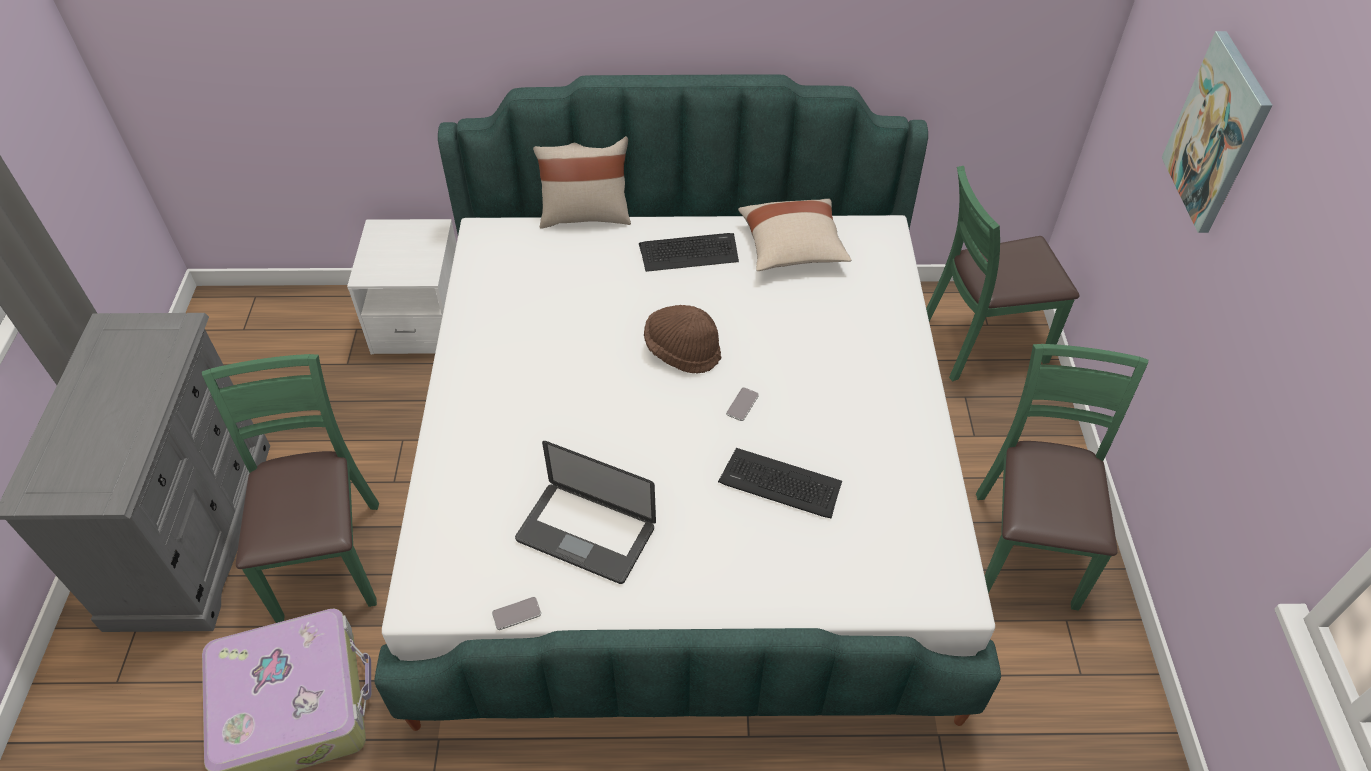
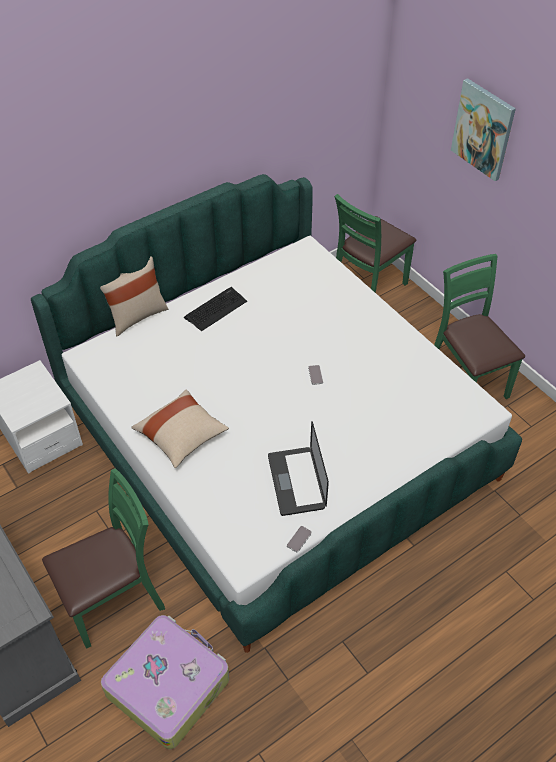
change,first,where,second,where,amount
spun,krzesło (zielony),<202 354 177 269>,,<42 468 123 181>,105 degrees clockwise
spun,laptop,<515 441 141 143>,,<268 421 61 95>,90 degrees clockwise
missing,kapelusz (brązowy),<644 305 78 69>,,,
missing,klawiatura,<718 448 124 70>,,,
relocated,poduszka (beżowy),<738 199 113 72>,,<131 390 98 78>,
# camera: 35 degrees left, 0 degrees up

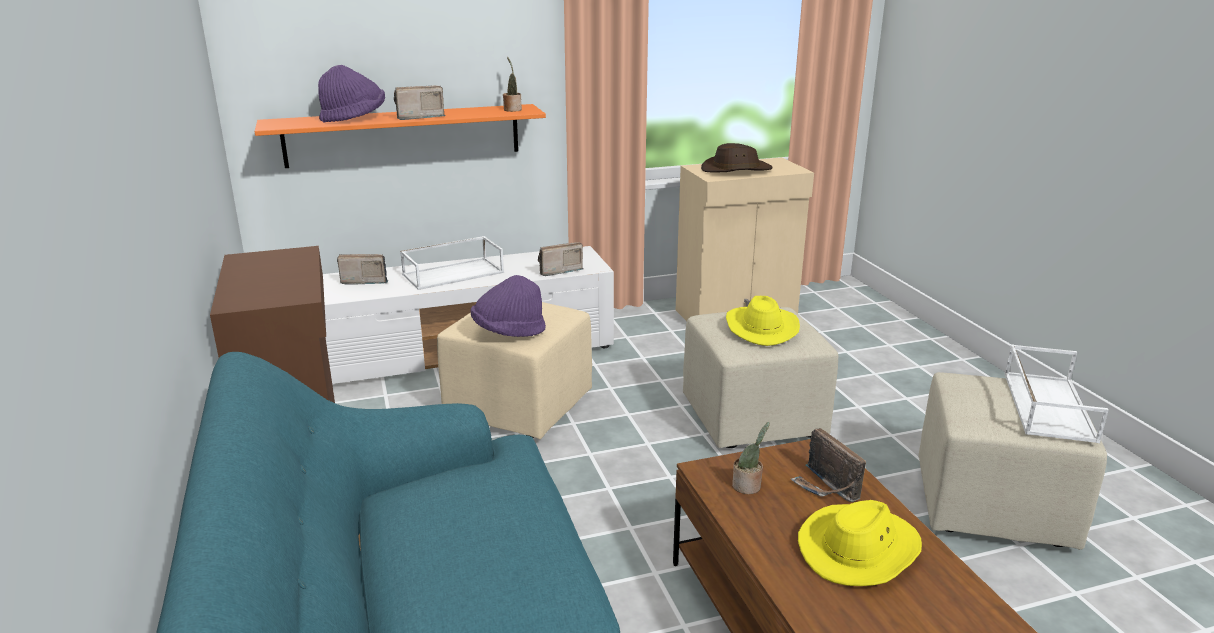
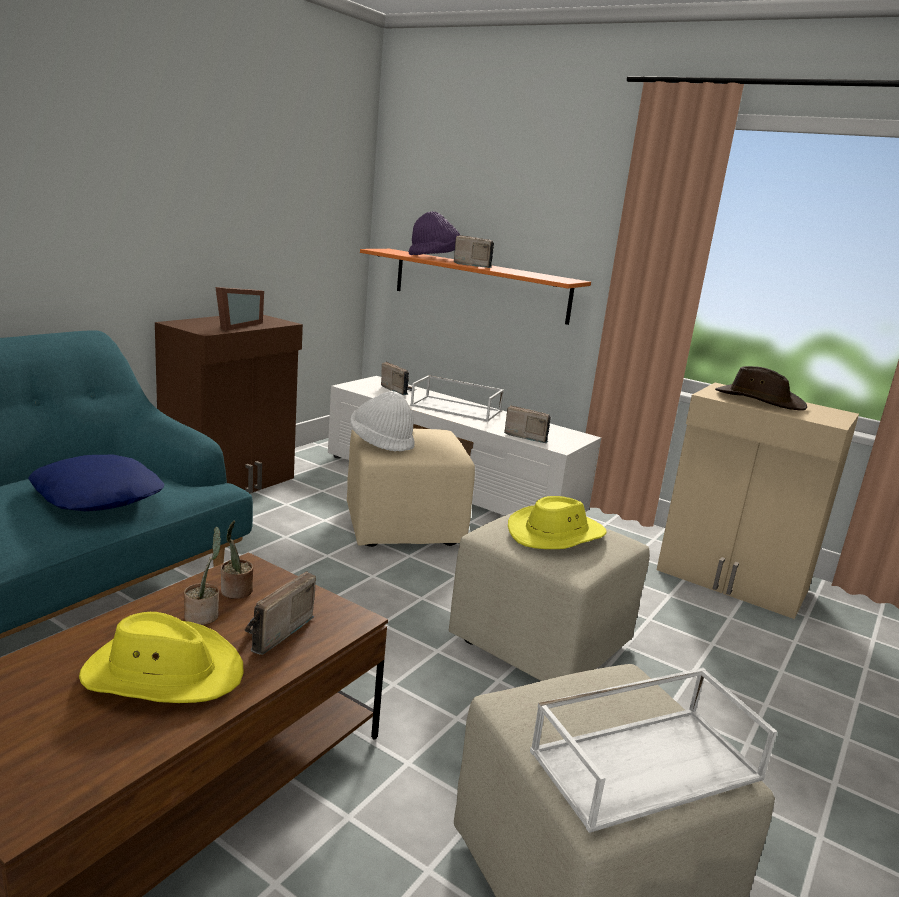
change,first,where,second,where,amount
colour,kapelusz (fioletowy),<471 275 75 62>,kapelusz (biały),<350 391 65 61>,
relocated,roślina doniczkowa,<503 57 19 55>,,<184 527 37 98>,
appeared,,,poduszka (niebieski),<28 455 136 56>,
appeared,,,ramka na zdjęcie,<215 287 49 44>,
# camera: 50 degrees right, 5 degrees down

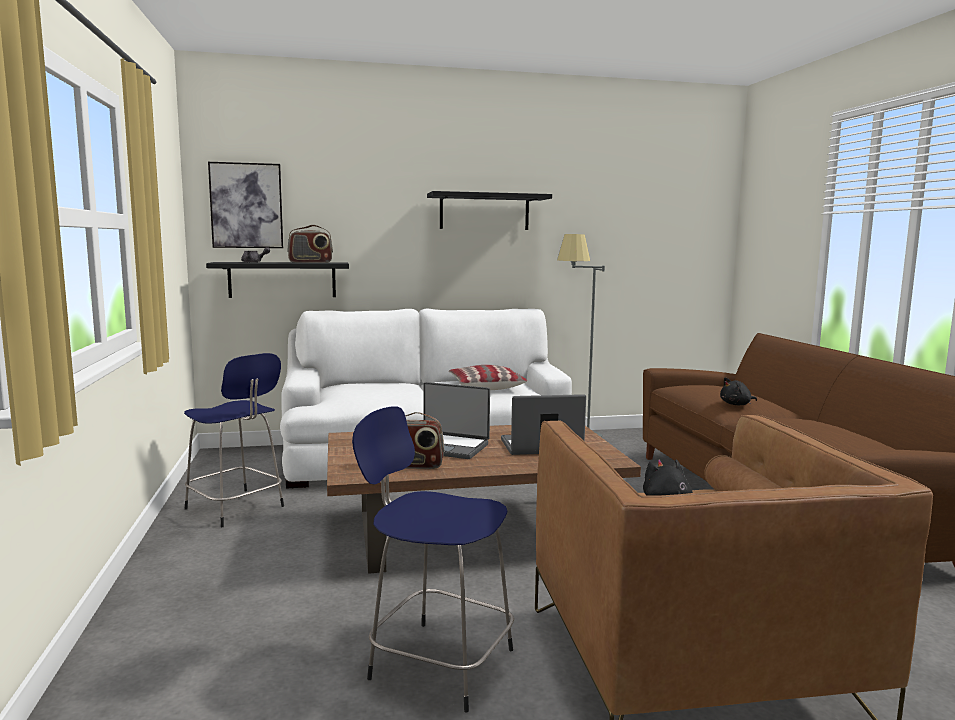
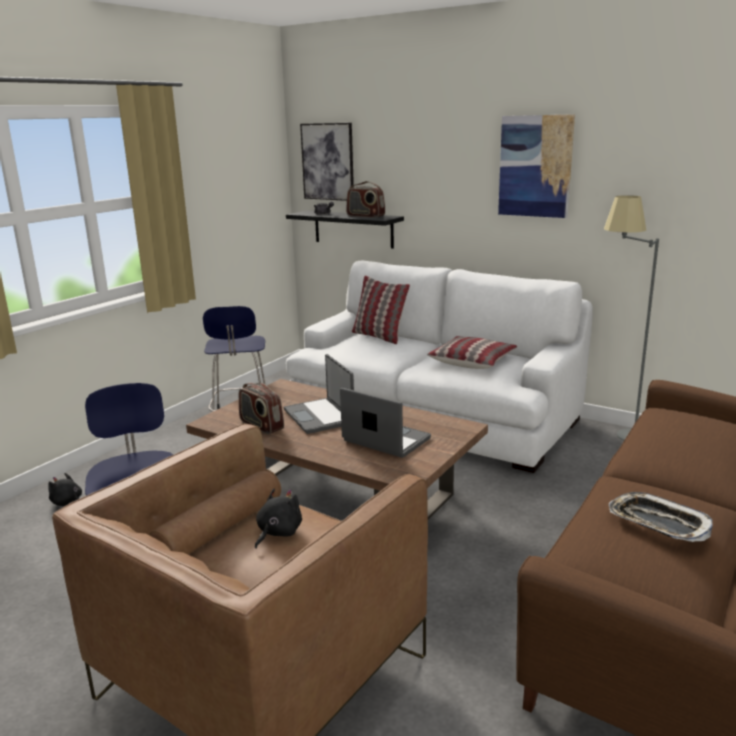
change,first,where,second,where,amount
exchanged,półka (czarny),<427 191 125 39>,obraz,<498 114 77 104>,
relocated,pluszak (czarny),<720 378 37 27>,,<48 473 34 33>,
appeared,,,poduszka,<352 276 58 68>,
appeared,,,taca,<609 492 104 50>,
# camera: 45 degrees right, 10 degrees up

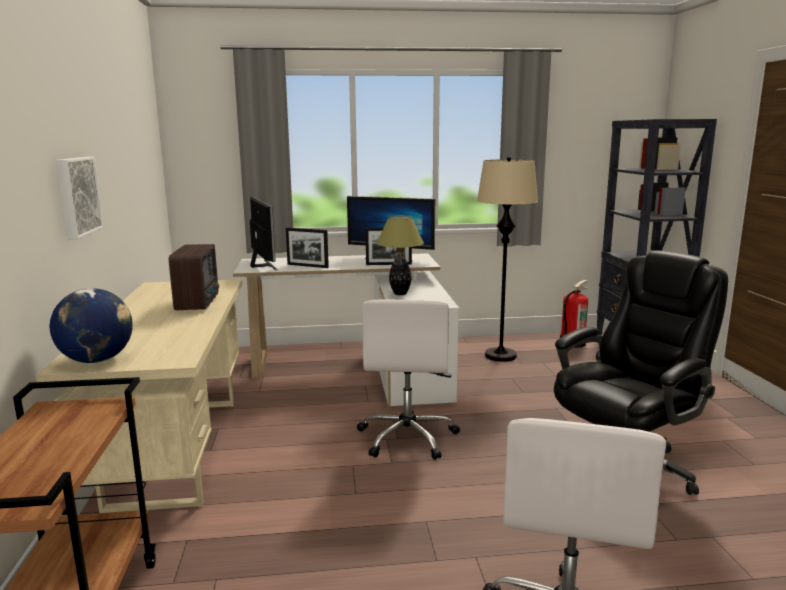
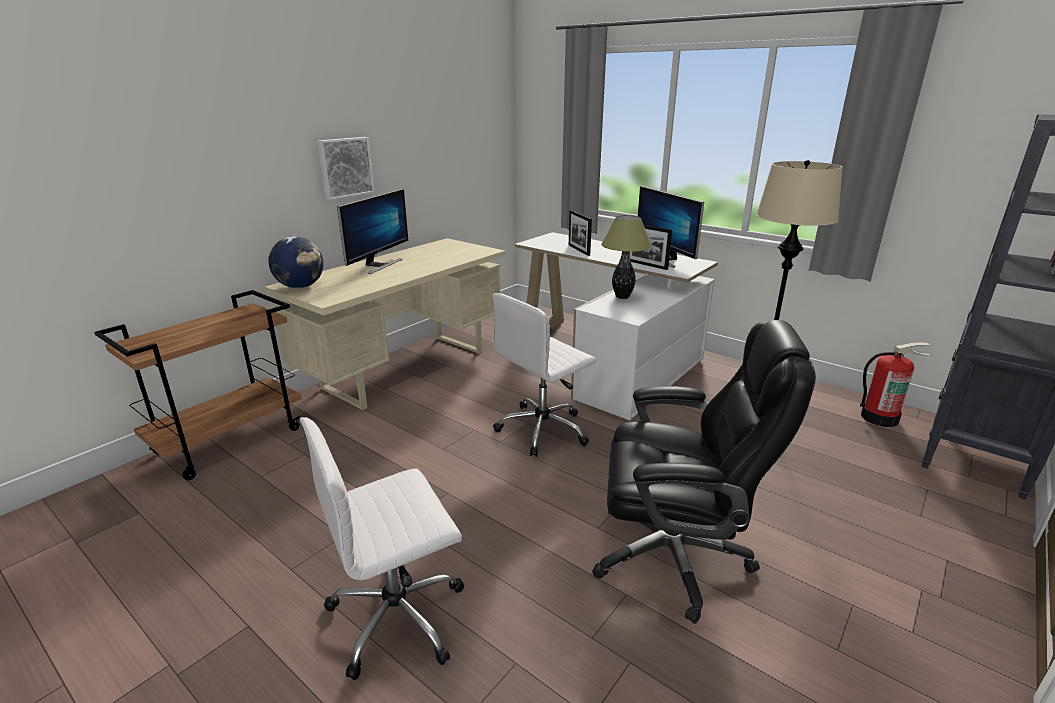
change,first,where,second,where,amount
missing,radio,<169 244 50 66>,,,
relocated,monitor,<250 197 28 73>,,<337 189 71 85>,
# camera: 45 degrees right, 10 degrees up

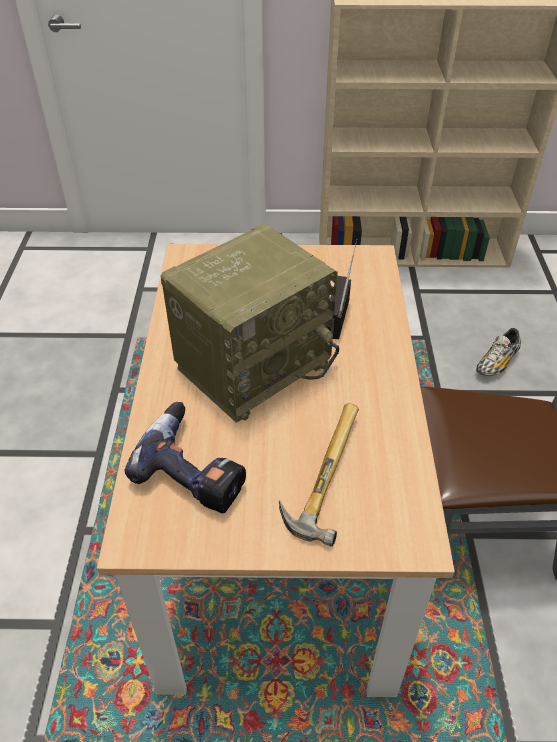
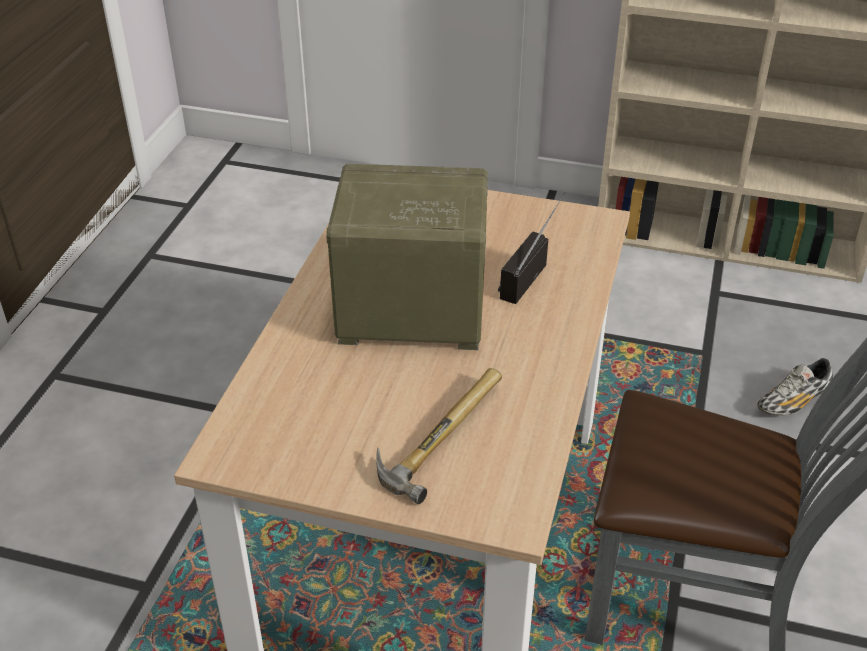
change,first,where,second,where,amount
missing,wiertarka,<125 402 121 111>,,,
spun,radio,<161 224 178 199>,,<326 164 162 186>,150 degrees counterclockwise
# camera: 15 degrees right, 5 degrees down

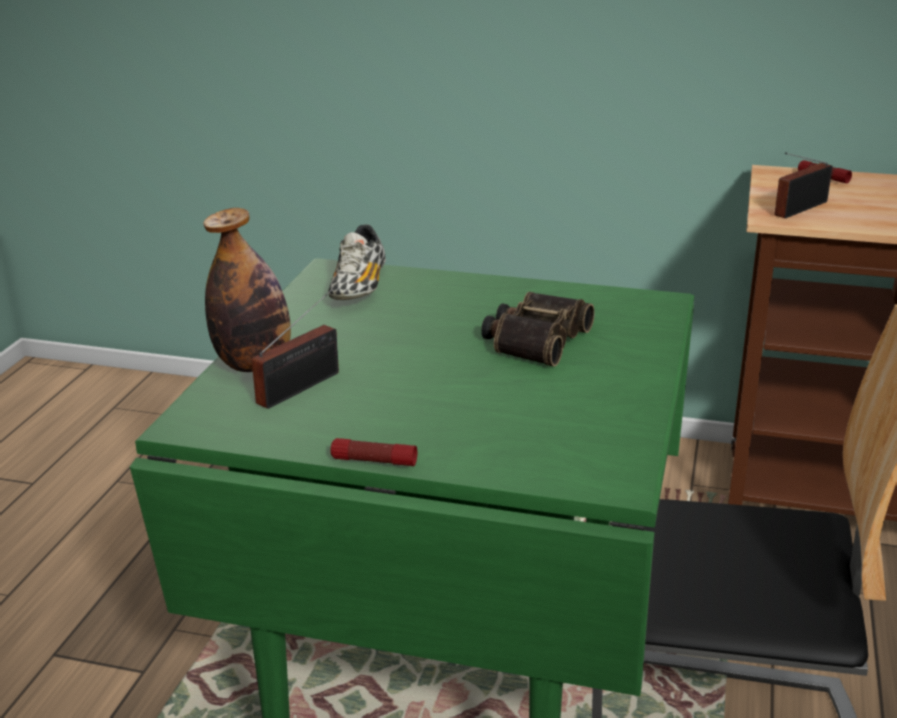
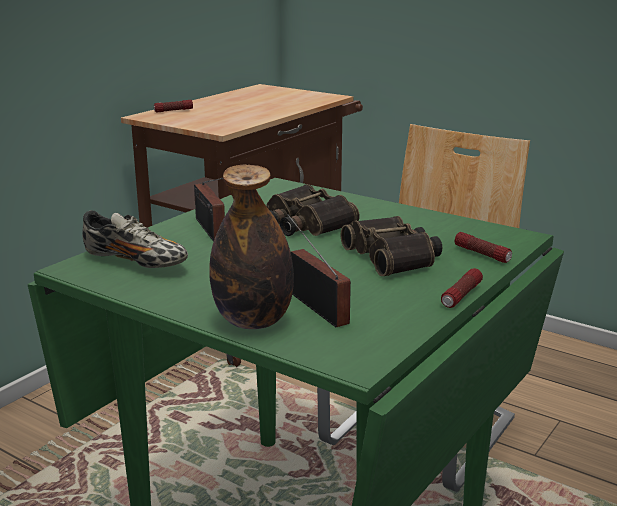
change,first,where,second,where,amount
relocated,radio,<774 152 59 66>,,<194 178 31 64>,
appeared,,,lornetka,<340 216 102 60>,
appeared,,,latarka,<455 232 57 31>,
# camera: 70 degrees left, 5 degrees down

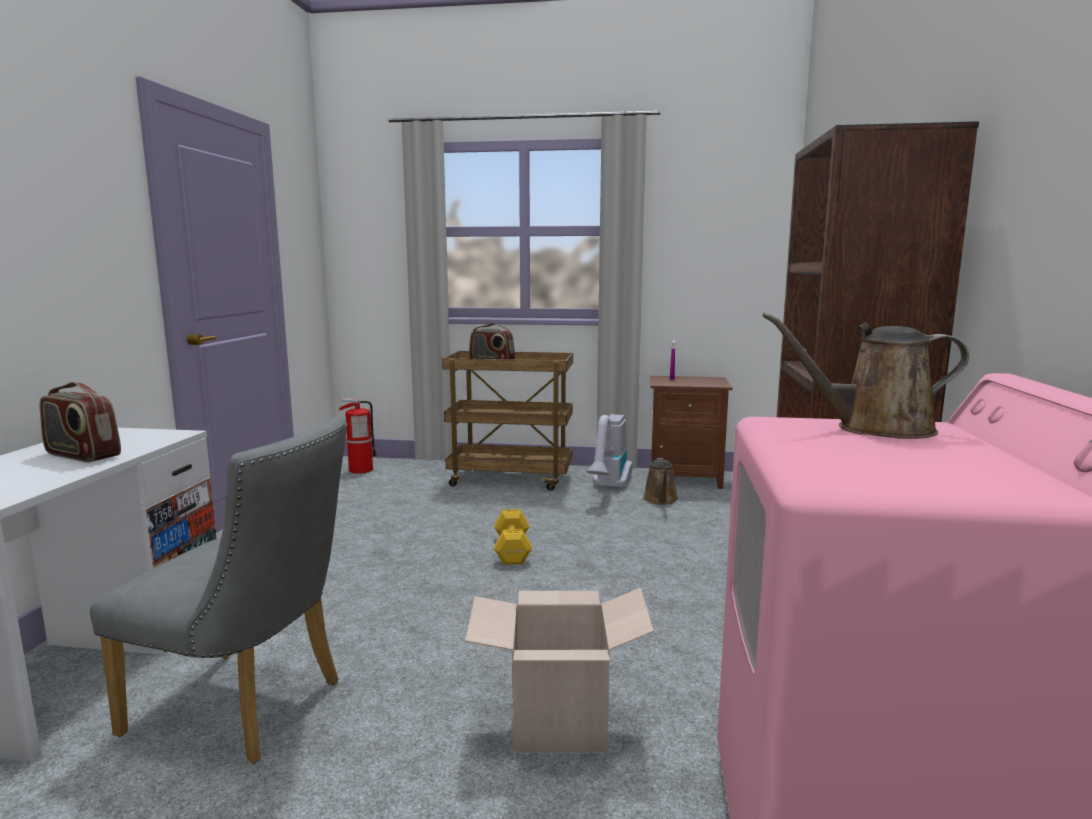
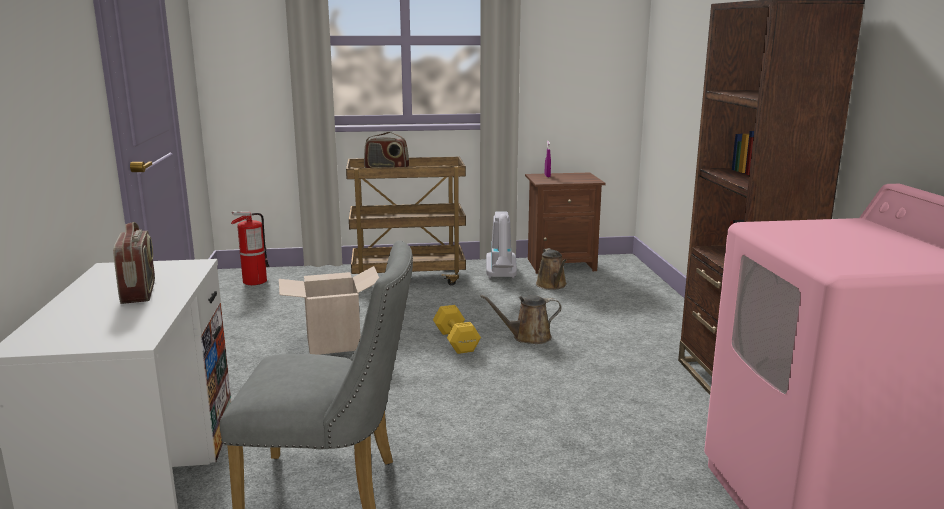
change,first,where,second,where,amount
spun,radio,<40 382 81 80>,,<113 222 42 82>,120 degrees counterclockwise
relocated,karton,<465 588 189 165>,,<279 266 100 89>,
relocated,konewka (brązowy),<763 313 206 126>,,<480 295 82 49>,
# camera: 15 degrees left, 5 degrees up

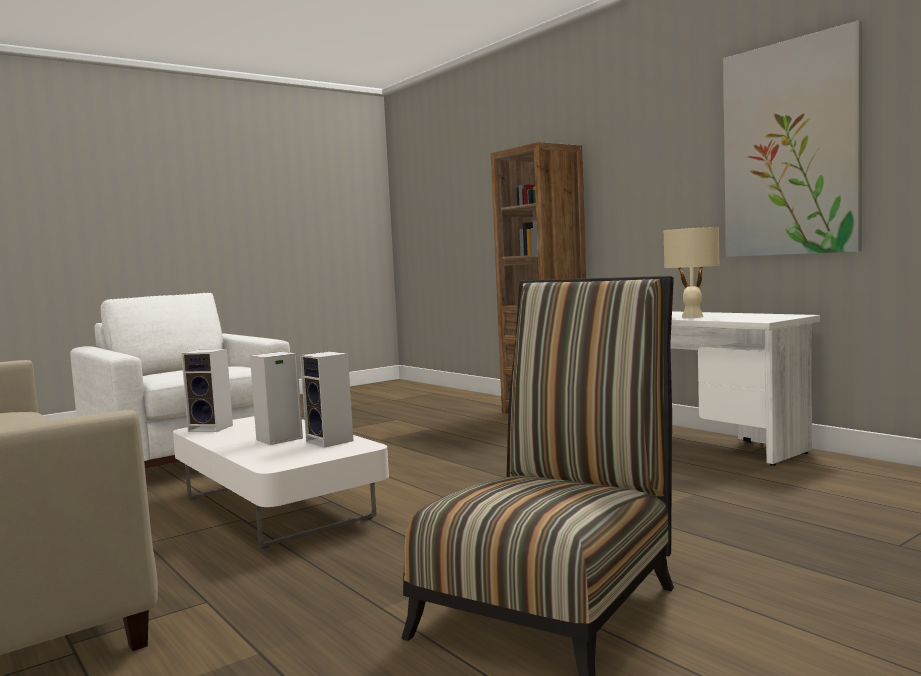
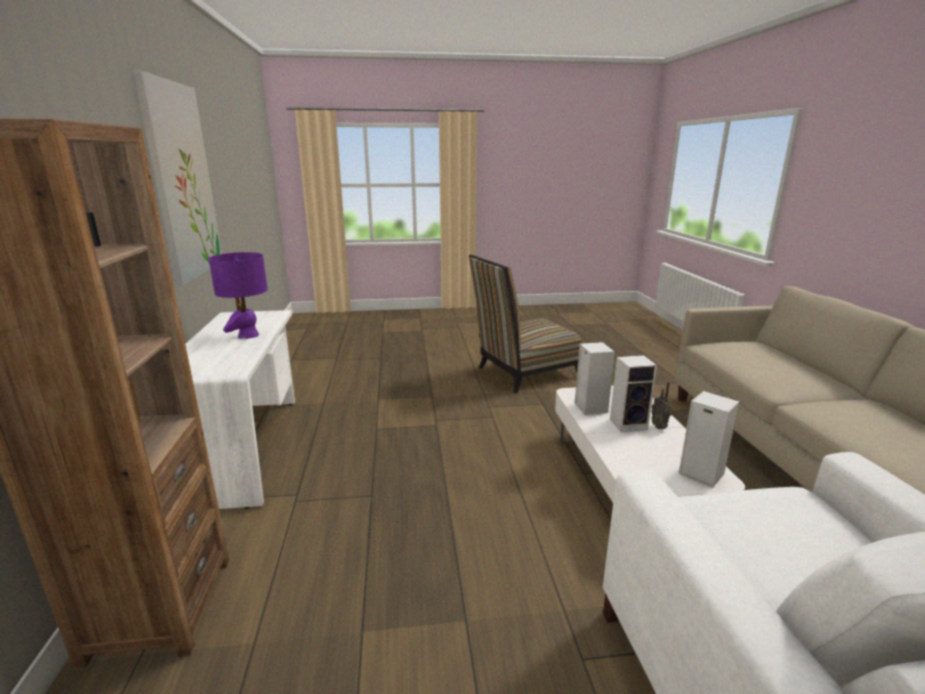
change,first,where,second,where,amount
colour,lampa stołowa (beżowy),<664 227 55 91>,lampa stołowa (fioletowy),<209 252 59 87>,
appeared,,,radio,<651 382 21 47>,
# camera: 150 degrees left, 15 degrees up

